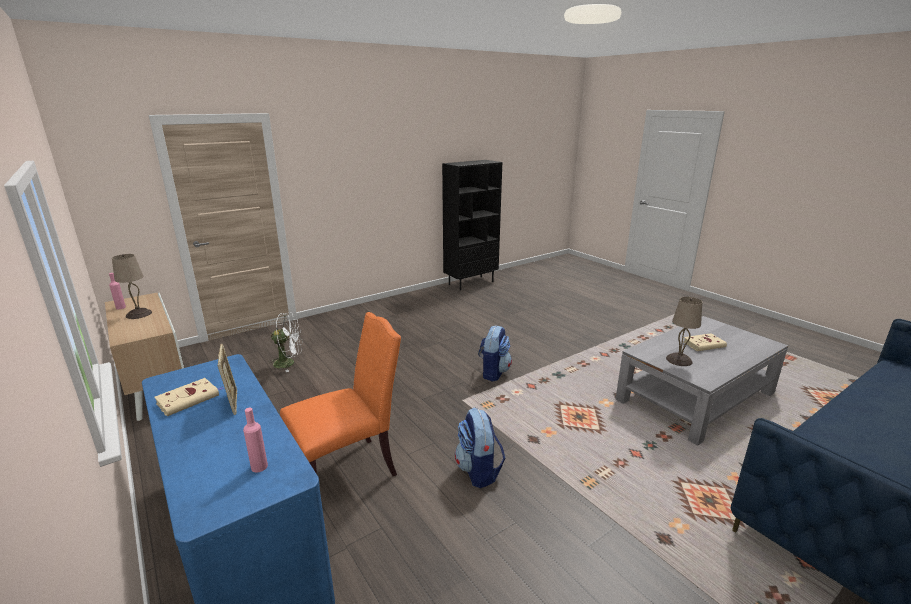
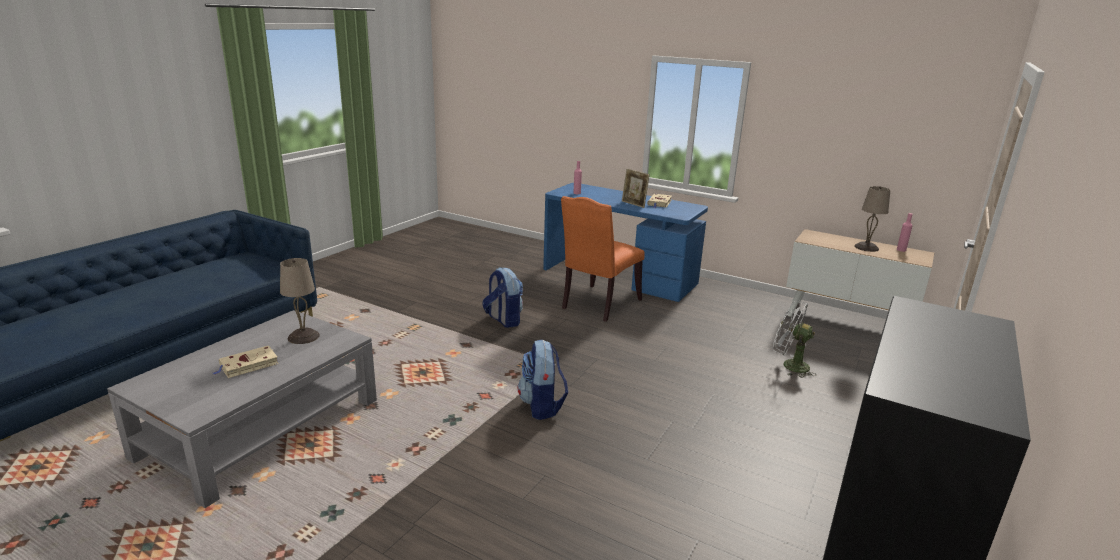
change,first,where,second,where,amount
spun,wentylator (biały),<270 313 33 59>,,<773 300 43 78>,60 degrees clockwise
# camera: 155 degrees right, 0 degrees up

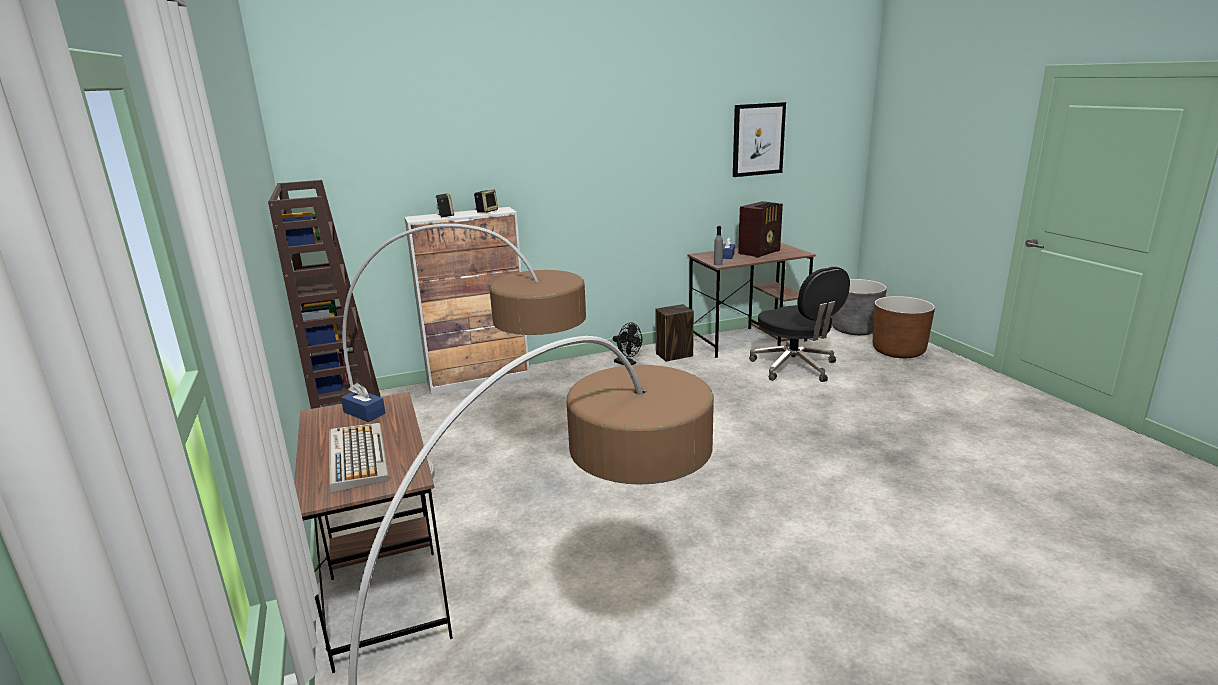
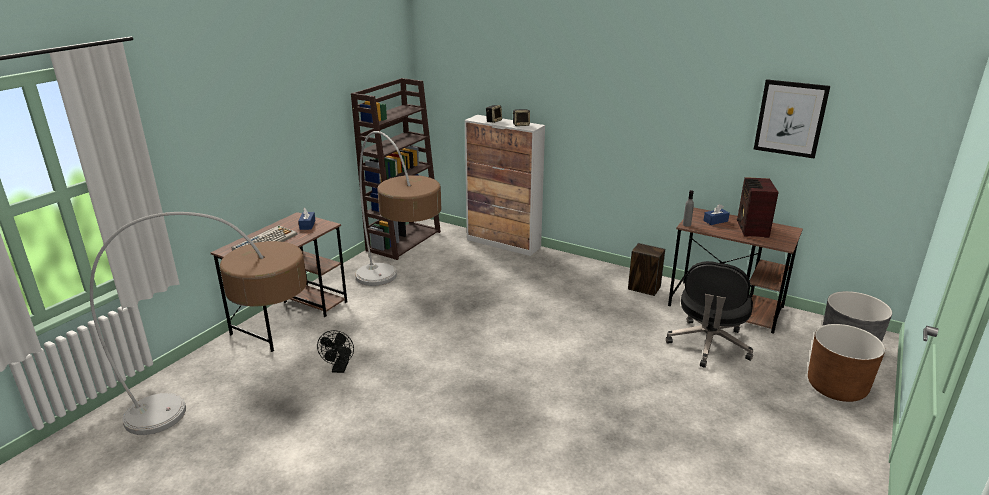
change,first,where,second,where,amount
relocated,wentylator (czarny),<613 322 29 43>,,<317 330 37 43>,
spun,radio,<738 201 45 57>,,<737 177 42 61>,90 degrees clockwise
# camera: 50 degrees right, 5 degrees up

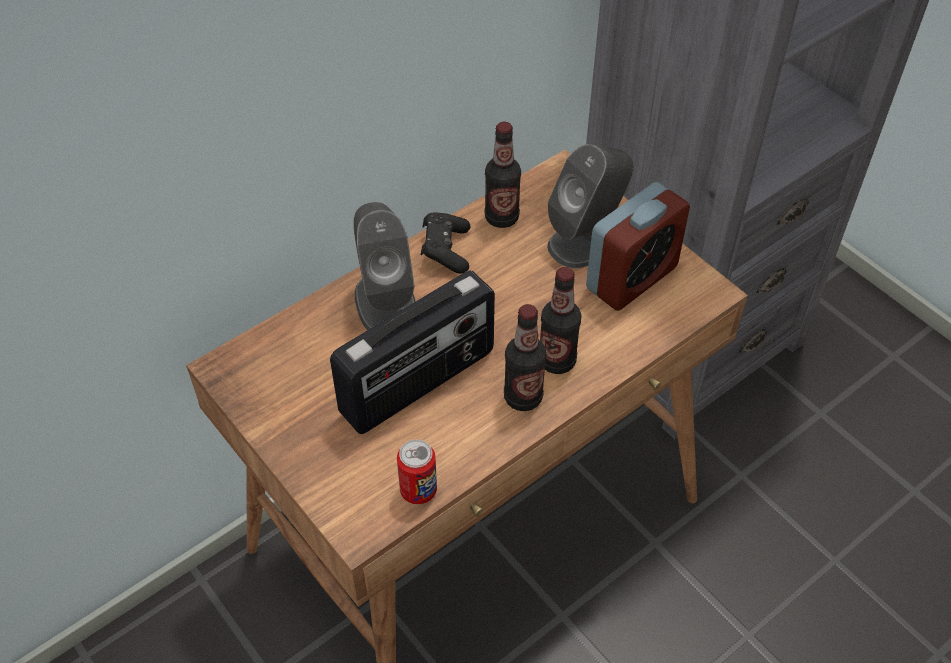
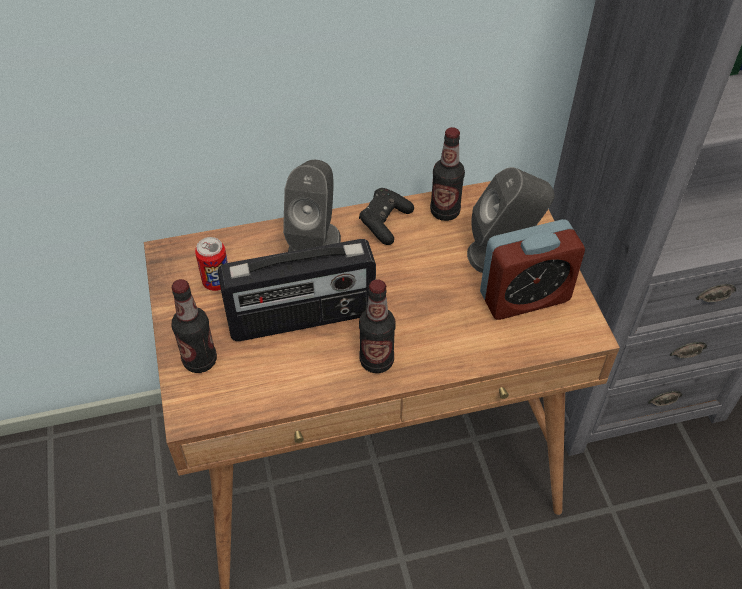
change,first,where,second,where,amount
relocated,puszka,<397 440 40 64>,,<195 237 33 54>,
relocated,butelka,<540 267 42 107>,,<171 279 46 94>,
# camera: 25 degrees right, 0 degrees up

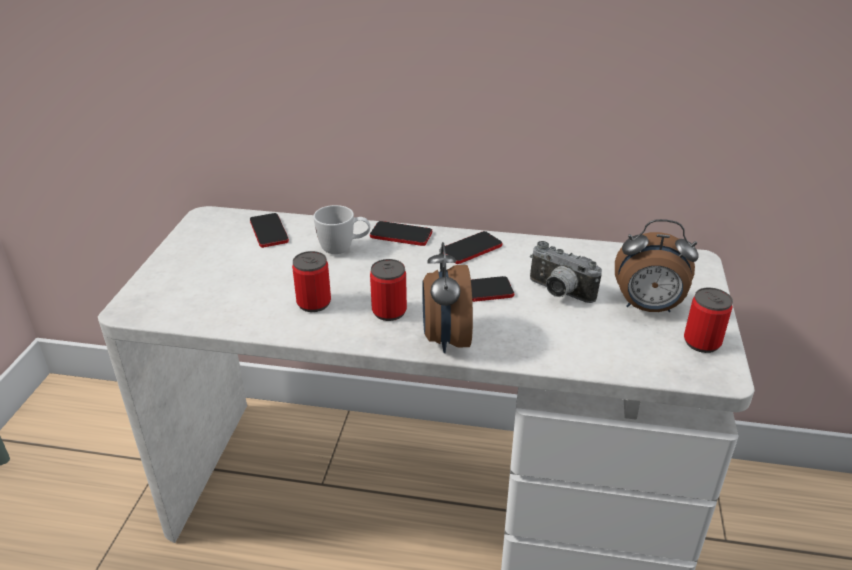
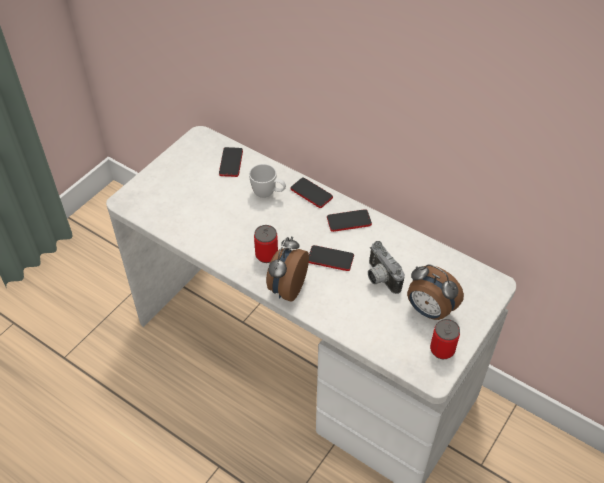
change,first,where,second,where,amount
missing,puszka,<292 251 39 61>,,,
# camera: 25 degrees right, 15 degrees up

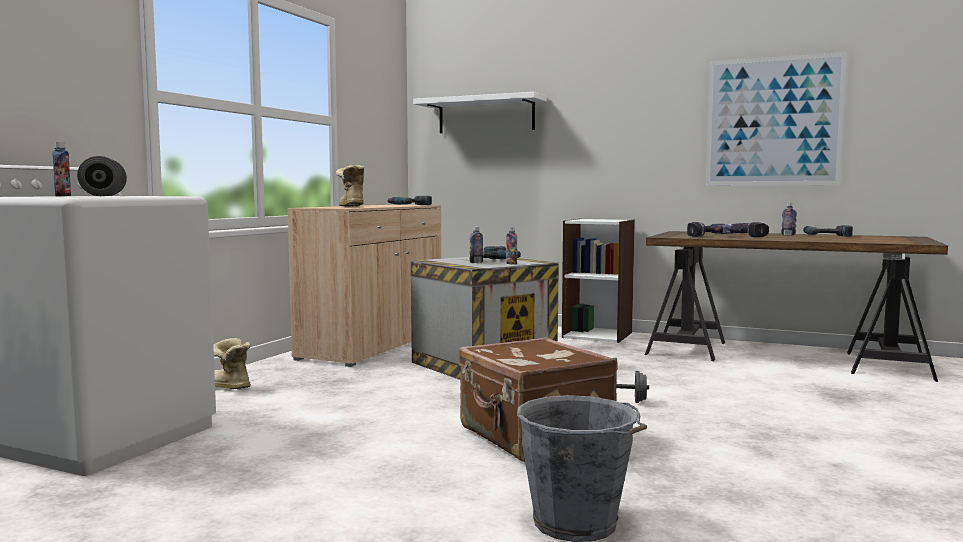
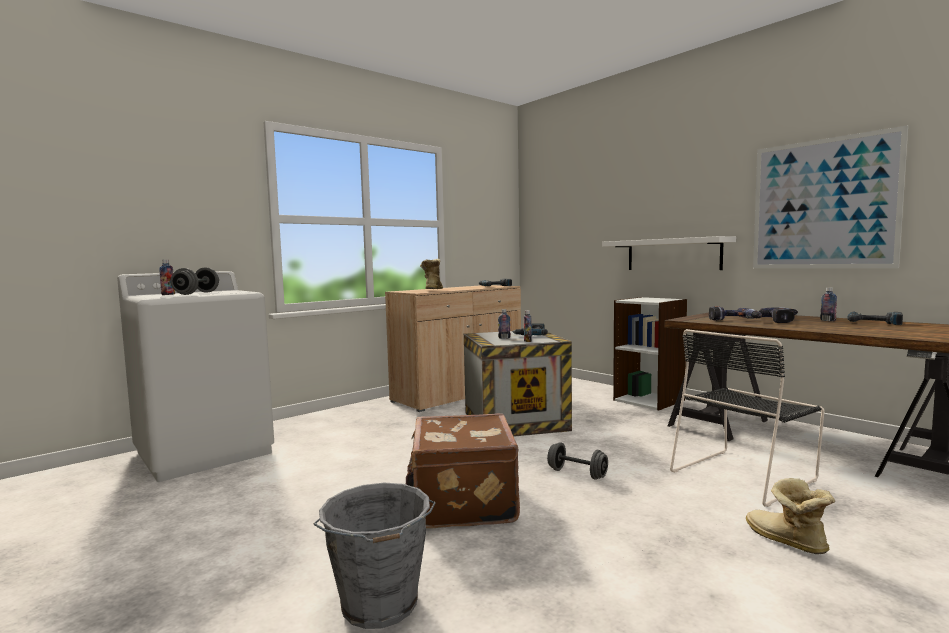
change,first,where,second,where,amount
relocated,but z cholewką,<213 338 38 51>,,<746 478 89 76>,
relocated,półka (biały),<413 92 134 41>,,<602 236 134 34>,
appeared,,,krzesło (czarny),<670 329 154 178>,
# camera: 25 degrees right, 0 degrees up

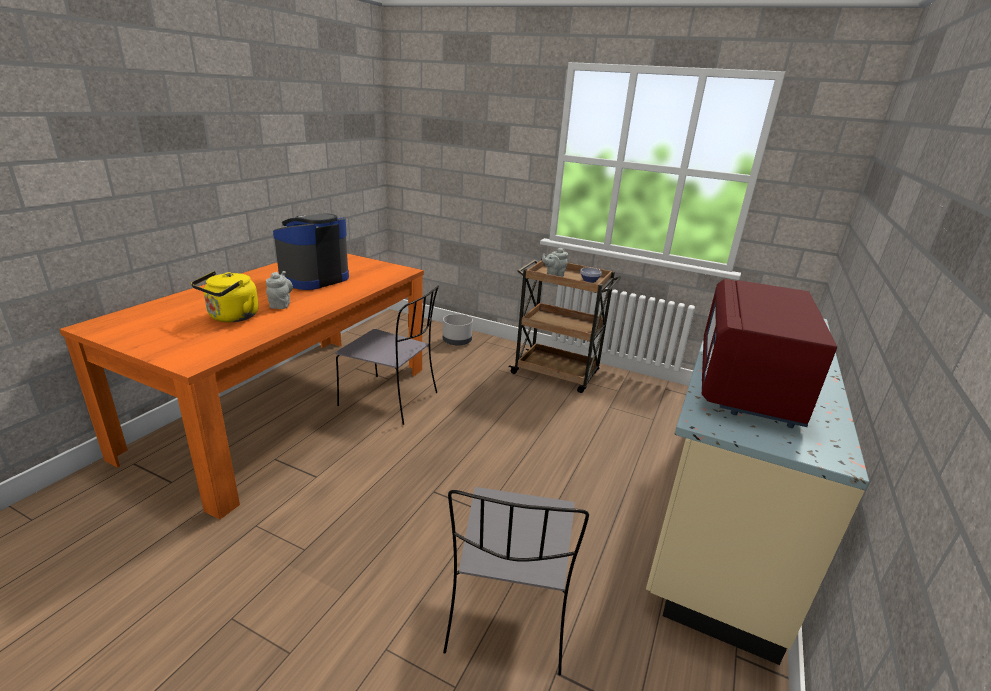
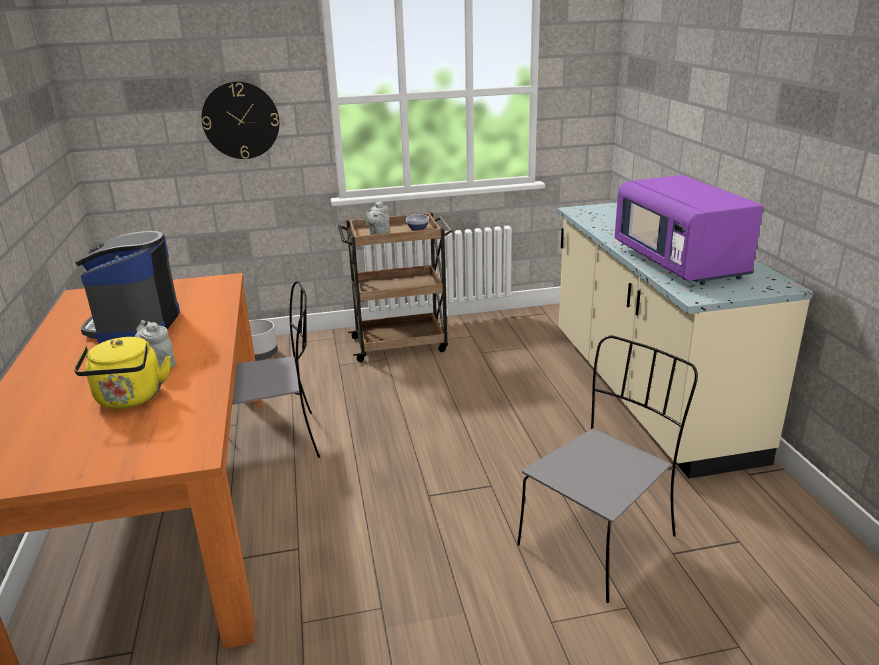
change,first,where,second,where,amount
spun,krzesło (szary),<443 487 146 188>,,<517 335 181 268>,105 degrees counterclockwise
colour,mikrofalówka (czerwony),<702 279 135 149>,mikrofalówka (fioletowy),<615 175 148 110>,
appeared,,,zegar ścienny,<202 81 77 78>,
# camera: 35 degrees left, 0 degrees up

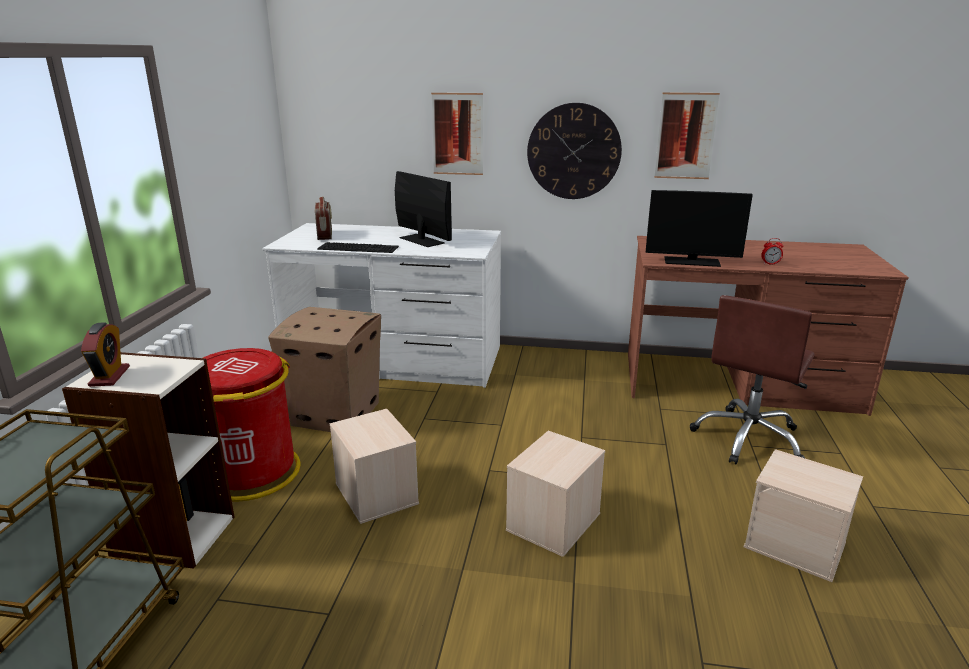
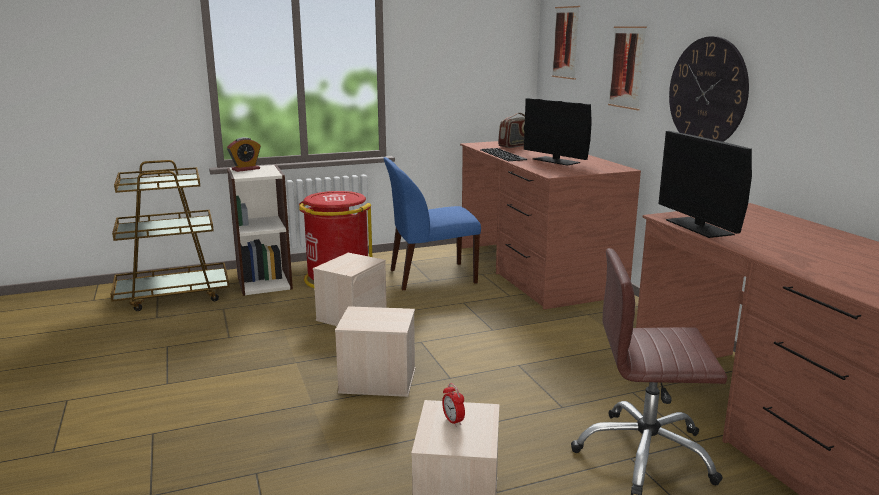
change,first,where,second,where,amount
colour,biurko (biały),<262 223 239 165>,biurko (brązowy),<460 141 181 168>,
exchanged,karton,<268 307 113 125>,krzesło (niebieski),<384 157 97 134>,
spun,monitor,<395 171 57 76>,,<524 98 68 68>,120 degrees clockwise
relocated,obraz,<654 92 66 87>,,<552 6 28 74>,
relocated,budzik,<761 238 22 27>,,<442 383 23 43>,
# camera: 60 degrees right, 5 degrees down

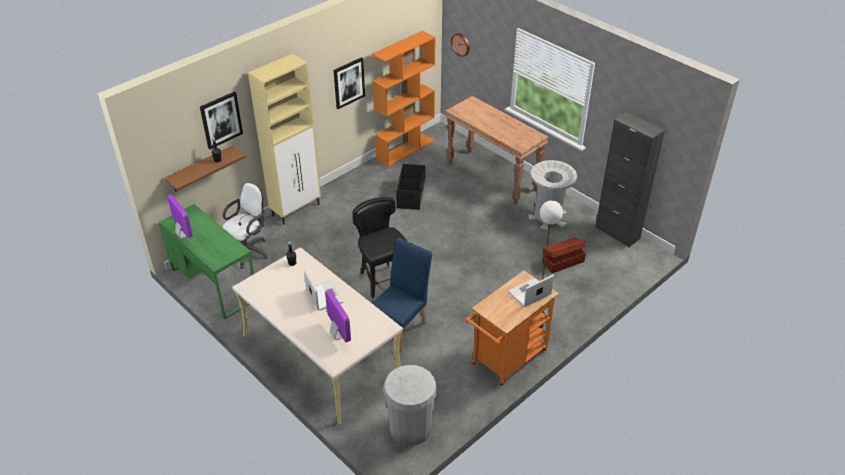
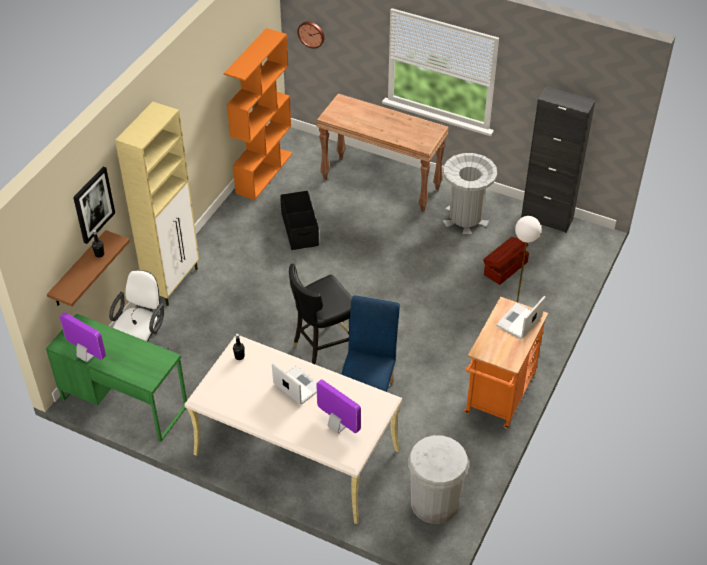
change,first,where,second,where,amount
missing,obraz,<334 57 31 52>,,,
spun,krzesło (czarny),<353 197 54 106>,,<289 264 63 100>,75 degrees counterclockwise
# camera: 20 degrees left, 5 degrees up

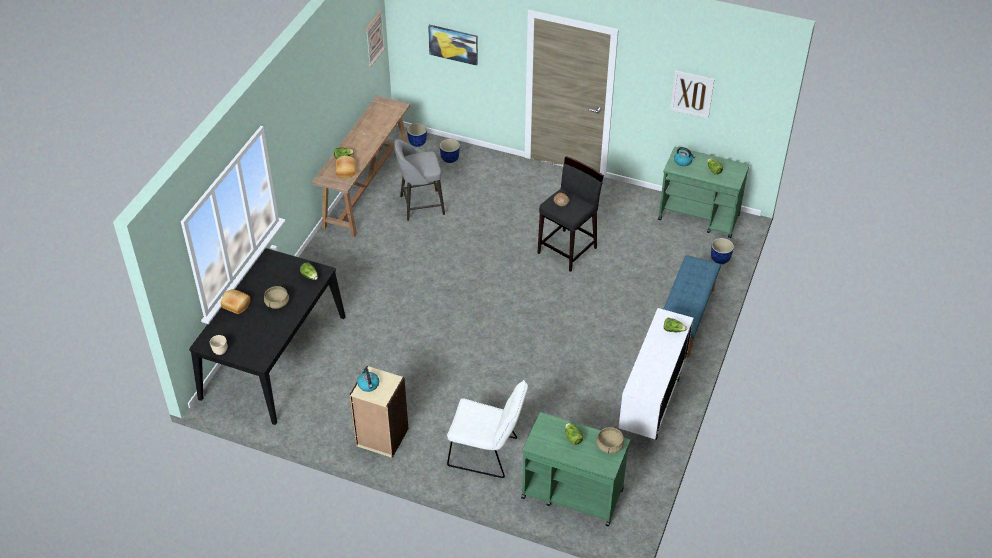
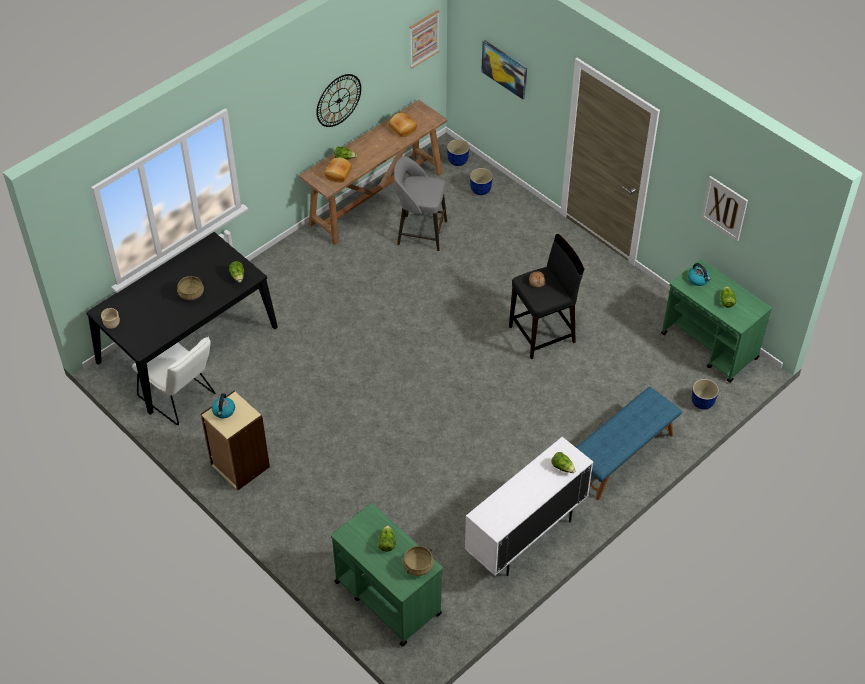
change,first,where,second,where,amount
relocated,chleb,<221 289 29 25>,,<389 113 28 24>,
relocated,krzesło (biały),<447 380 81 98>,,<132 336 84 89>,
appeared,,,zegar ścienny,<316 74 45 53>,
# camera: 25 degrees right, 5 degrees up

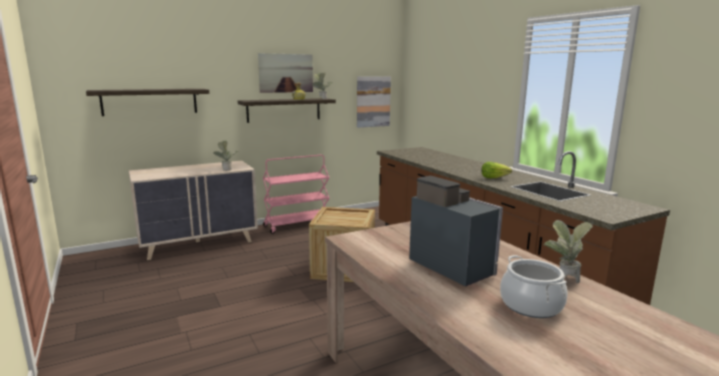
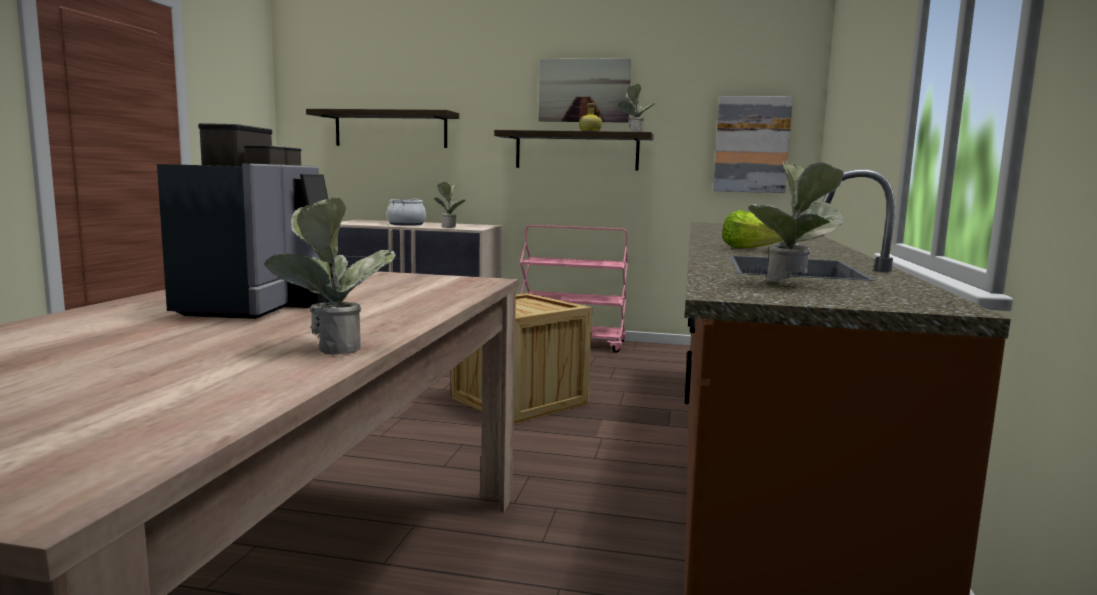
change,first,where,second,where,amount
relocated,garnek,<500 255 68 63>,,<387 199 39 27>,
appeared,,,roślina doniczkowa,<748 160 96 122>,
# camera: 40 degrees right, 5 degrees down

